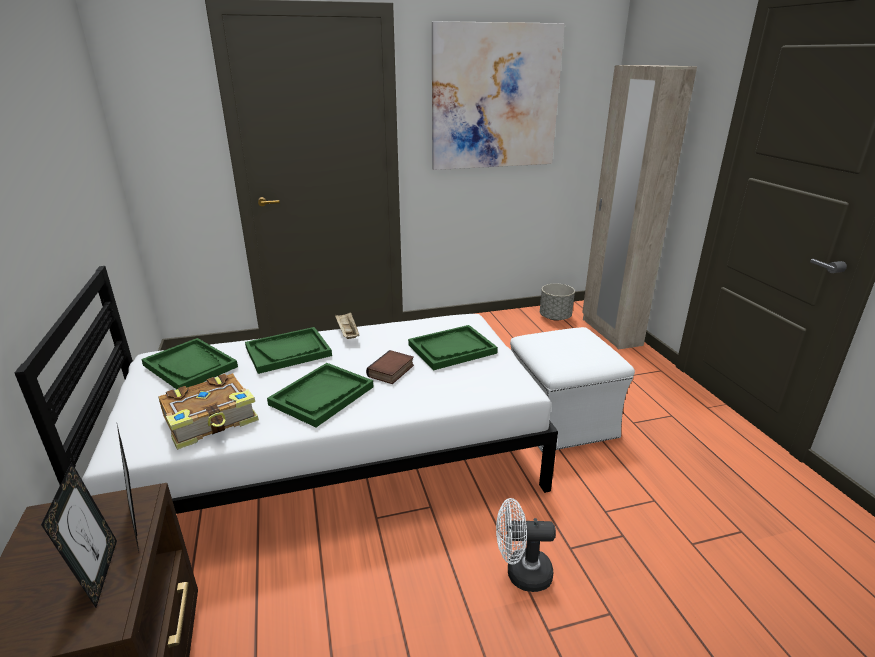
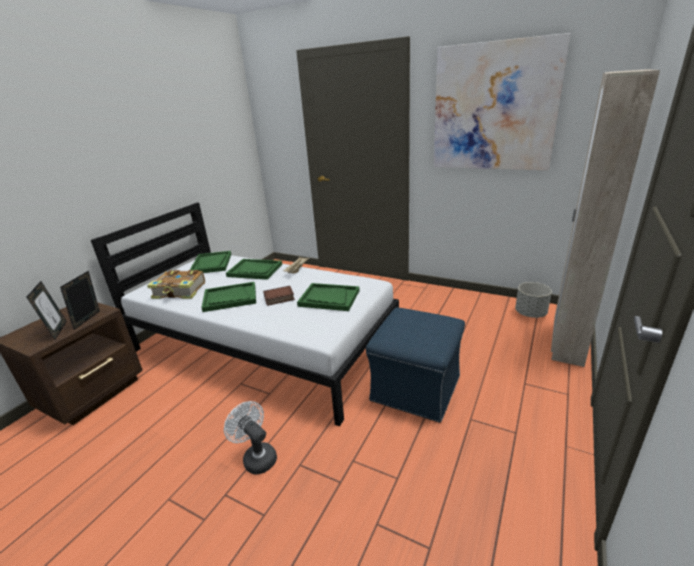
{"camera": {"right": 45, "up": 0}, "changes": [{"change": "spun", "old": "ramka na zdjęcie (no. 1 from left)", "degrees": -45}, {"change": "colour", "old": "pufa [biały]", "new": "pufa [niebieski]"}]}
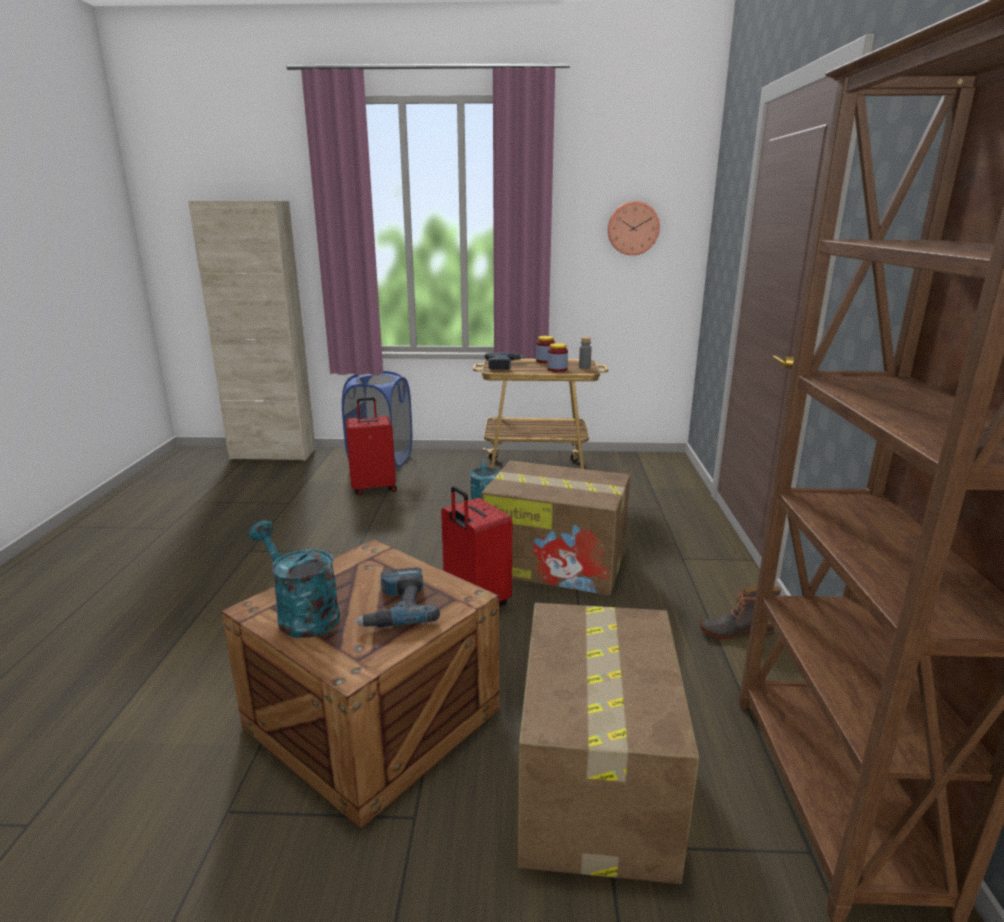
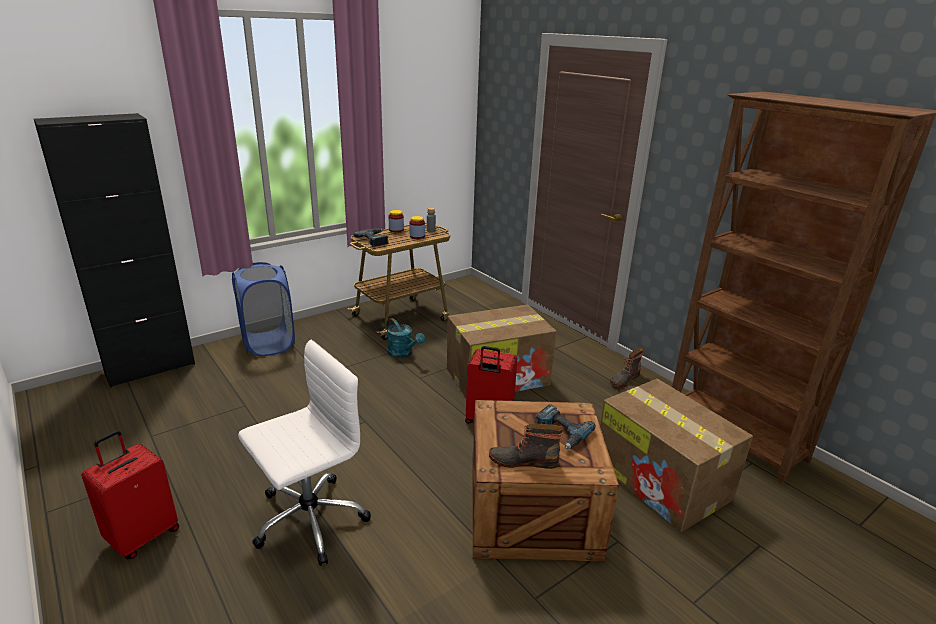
{"camera": {"right": -40, "up": 5}, "changes": [{"change": "colour", "old": "szafka [beżowy]", "new": "szafka [czarny]"}, {"change": "exchanged", "old": "konewka [turkusowy] (no. 1 from left)", "new": "but z cholewką (no. 1 from left)"}, {"change": "relocated", "old": "walizka [czerwony] (no. 1 from left)"}, {"change": "missing", "old": "zegar ścienny"}, {"change": "appeared", "new": "krzesło biurowe [biały]"}]}
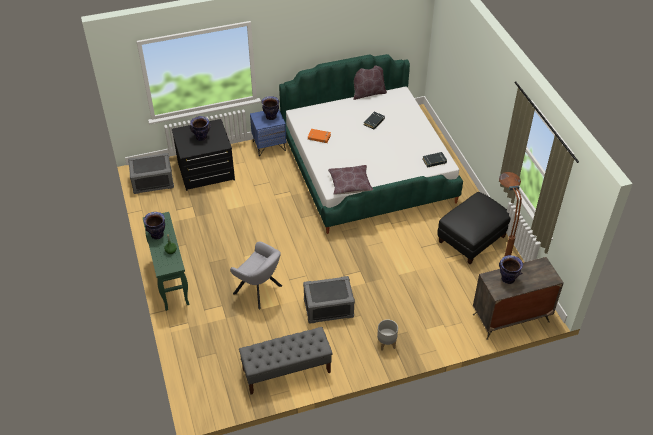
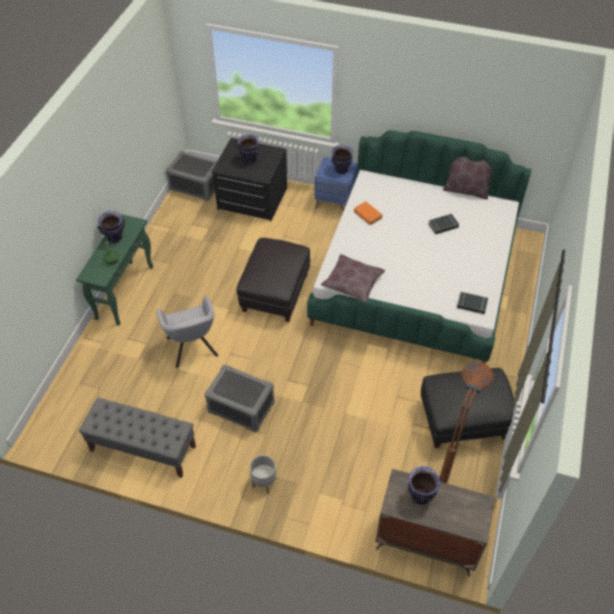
{"camera": {"right": 35, "up": 5}, "changes": [{"change": "appeared", "new": "pufa [czarny] (no. 1 from left)"}]}
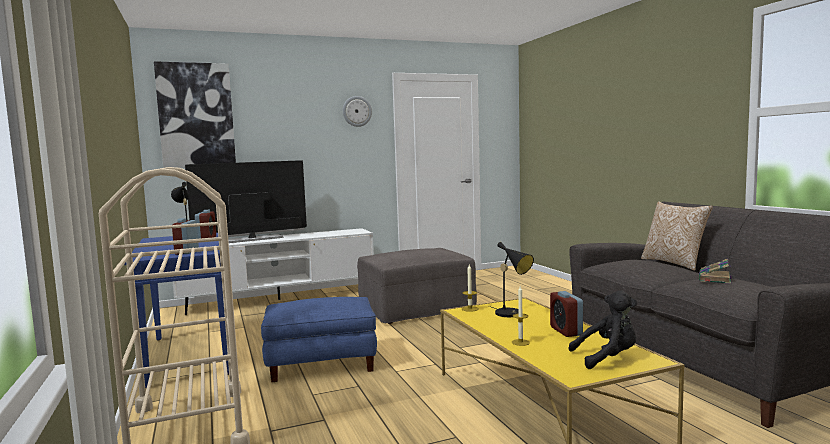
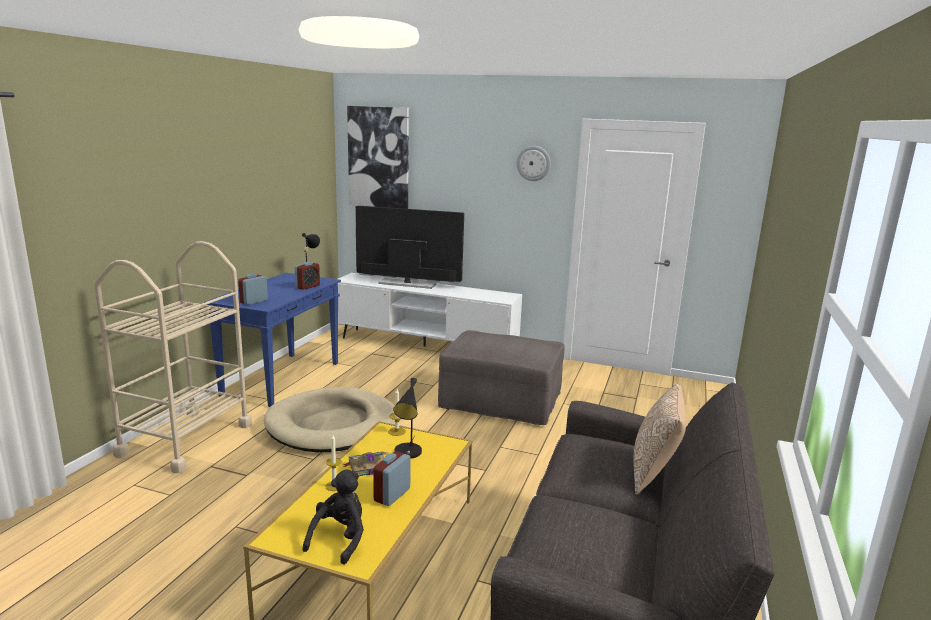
{"camera": {"right": 40, "up": 10}, "changes": [{"change": "exchanged", "old": "pufa [niebieski]", "new": "legowisko [beżowy]"}, {"change": "spun", "old": "pluszak [czarny]", "degrees": -105}, {"change": "relocated", "old": "książka"}]}
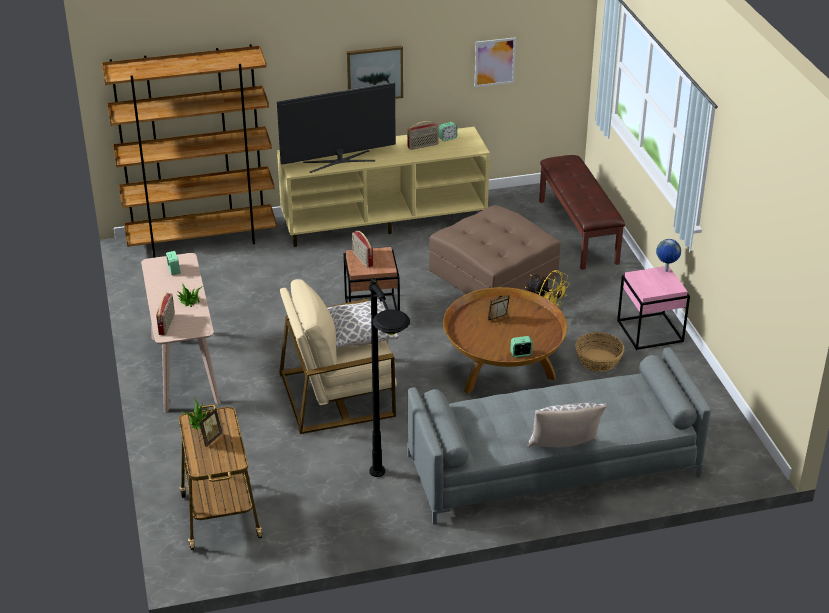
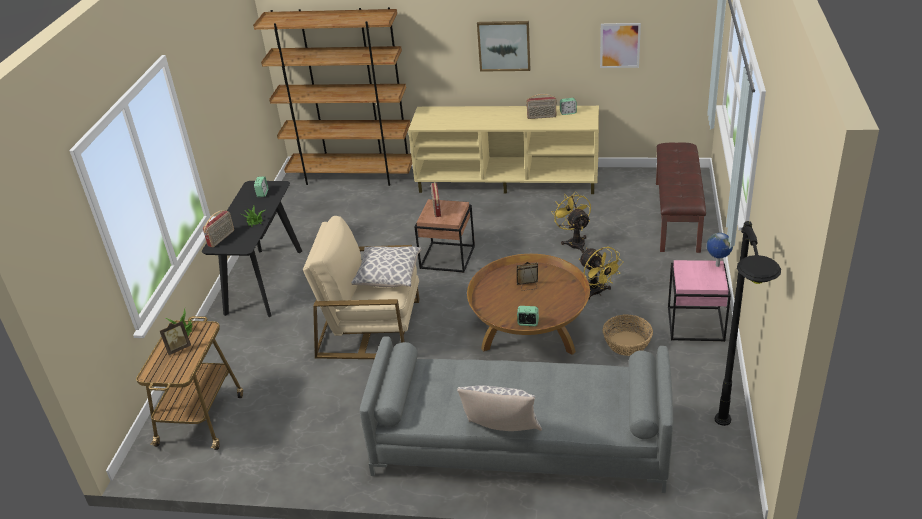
{"camera": {"right": 25, "up": 0}, "changes": [{"change": "colour", "old": "stolik konsolowy [beżowy]", "new": "stolik konsolowy [czarny]"}, {"change": "missing", "old": "telewizor"}, {"change": "relocated", "old": "lampa stojąca [czarny]"}, {"change": "exchanged", "old": "pufa [brązowy]", "new": "wentylator [żółty] (no. 1 from left)"}]}
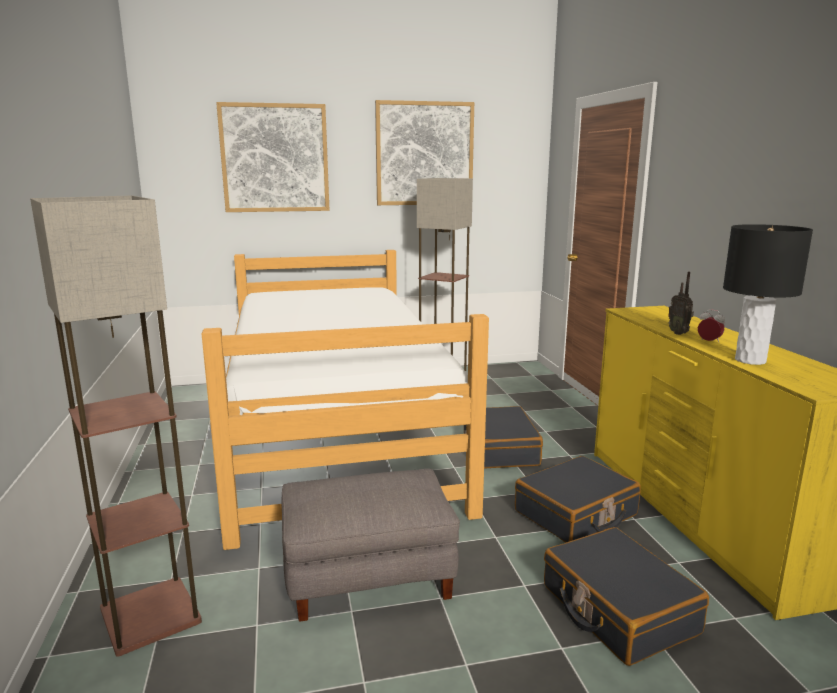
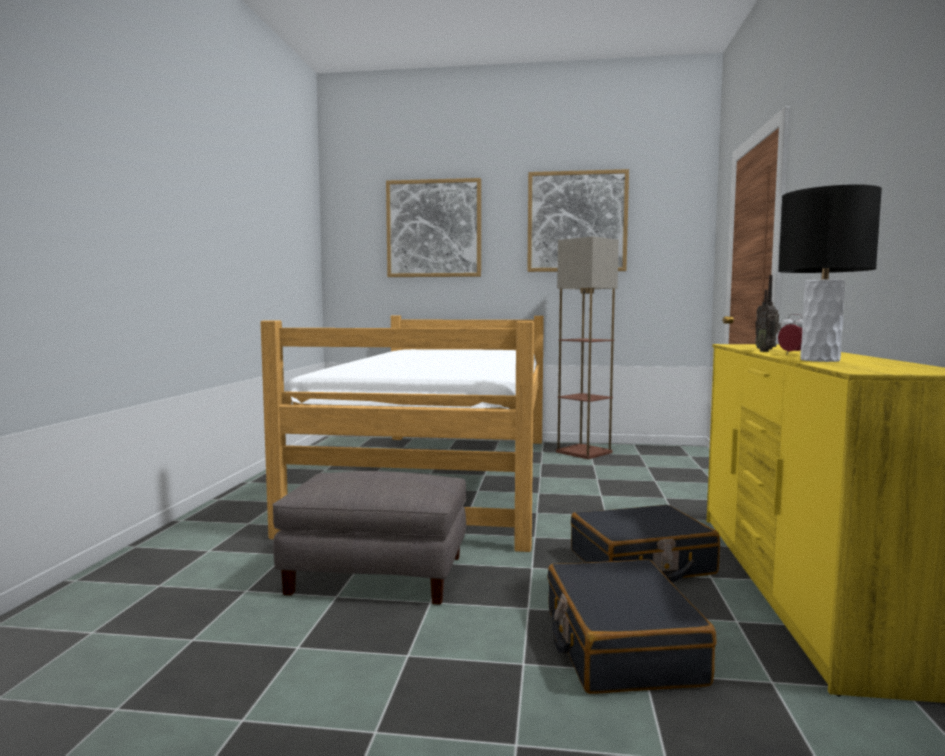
{"camera": {"right": 20, "up": -10}, "changes": [{"change": "missing", "old": "lampa stojąca (no. 1 from left)"}, {"change": "missing", "old": "walizka [czarny] (no. 1 from left)"}]}
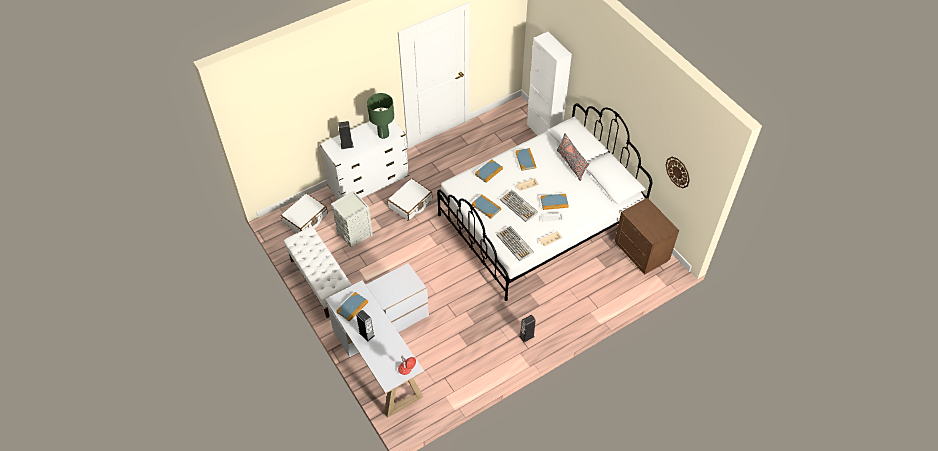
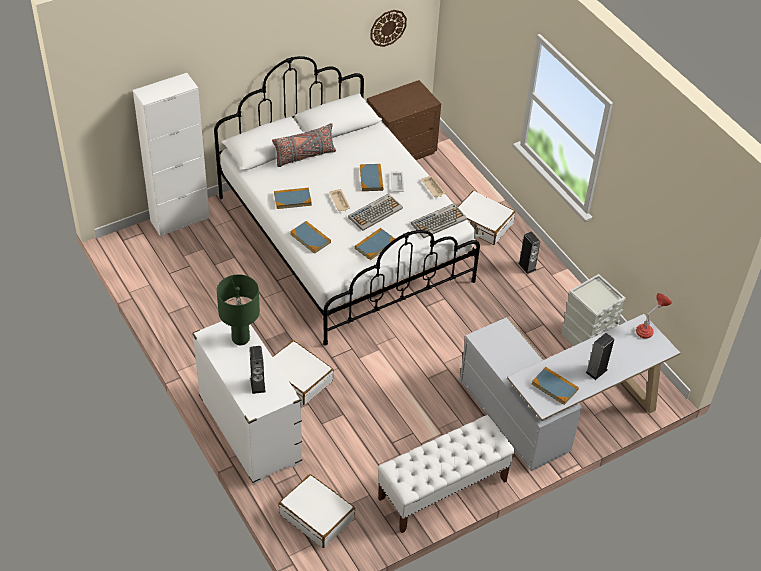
{"camera": {"right": -90, "up": -5}, "changes": [{"change": "relocated", "old": "pojemnik do przechowywania [szary]"}, {"change": "appeared", "new": "walizka [biały] (no. 3 from left)"}]}
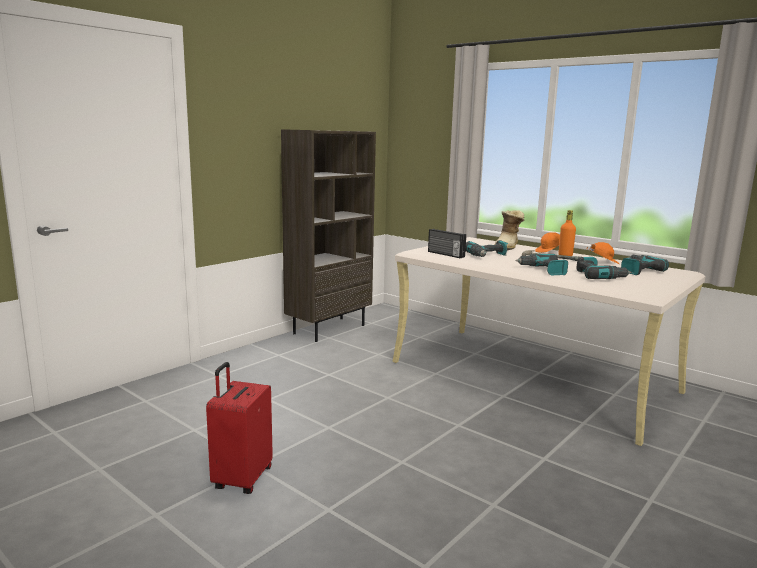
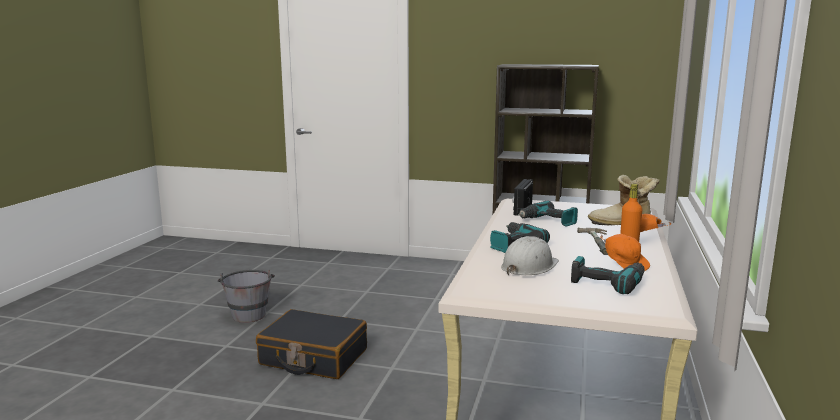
{"camera": {"right": 65, "up": 0}, "changes": [{"change": "exchanged", "old": "walizka [czerwony]", "new": "wiadro [szary]"}, {"change": "exchanged", "old": "wiertarka (no. 3 from left)", "new": "kask [biały]"}, {"change": "appeared", "new": "walizka [czarny]"}]}
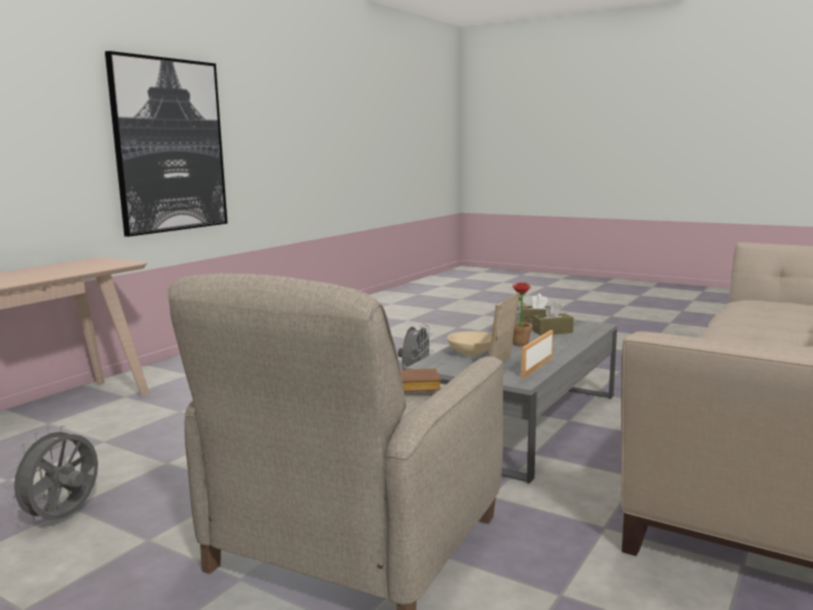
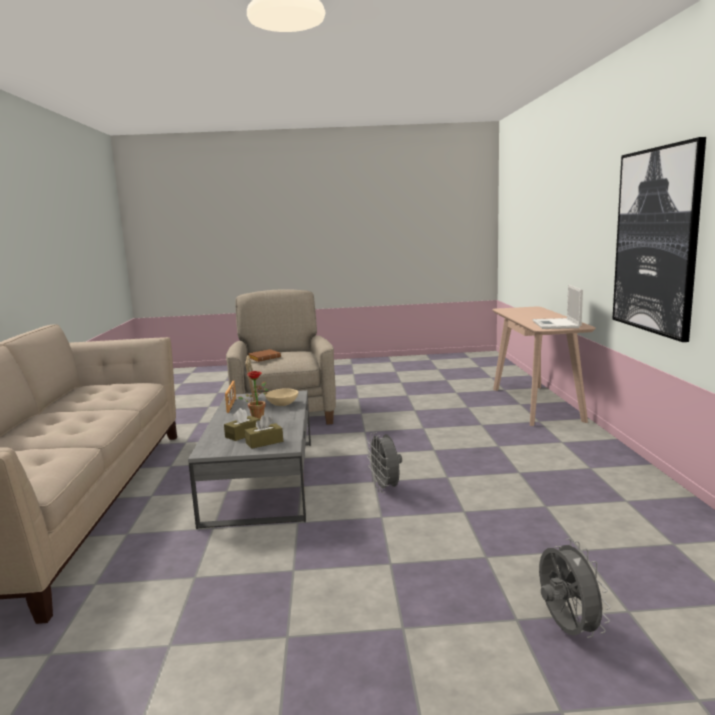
{"camera": {"right": 145, "up": 0}, "changes": [{"change": "relocated", "old": "wentylator [szary] (no. 1 from left in the first image)", "new": "wentylator [szary] (no. 2 from left)"}, {"change": "appeared", "new": "laptop"}]}
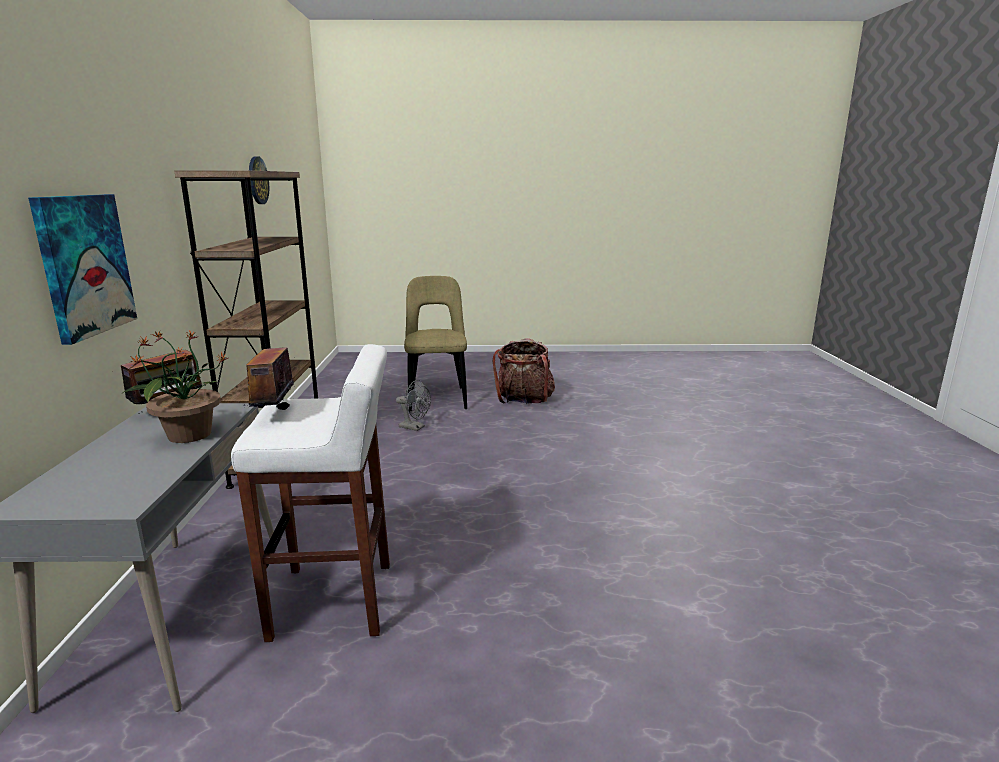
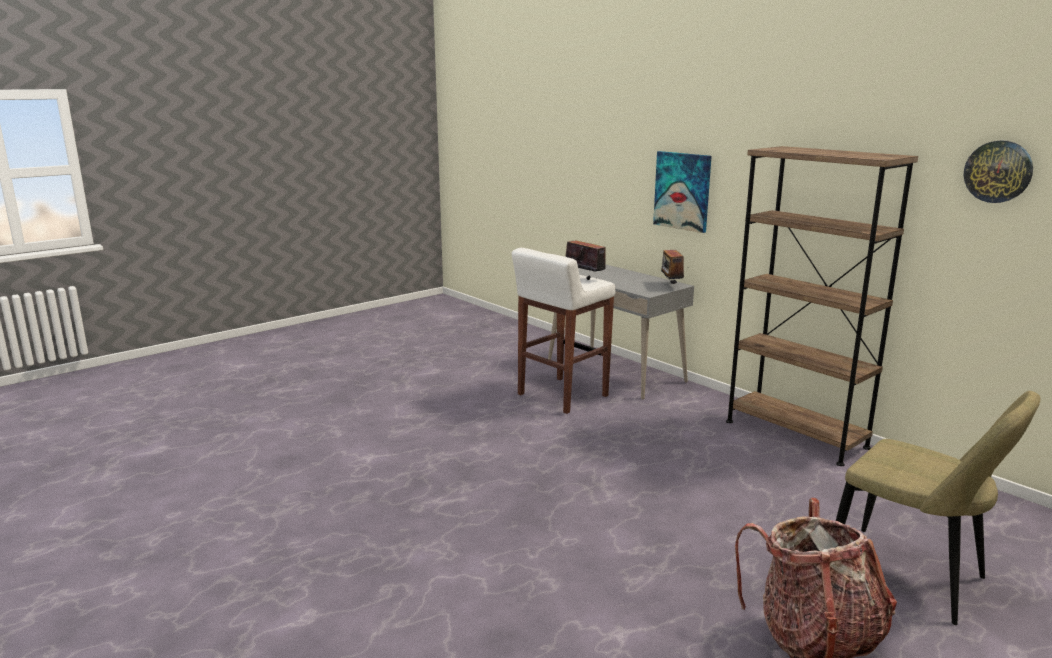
{"camera": {"right": 140, "up": 0}, "changes": [{"change": "missing", "old": "roślina doniczkowa"}, {"change": "missing", "old": "wentylator [szary]"}]}
